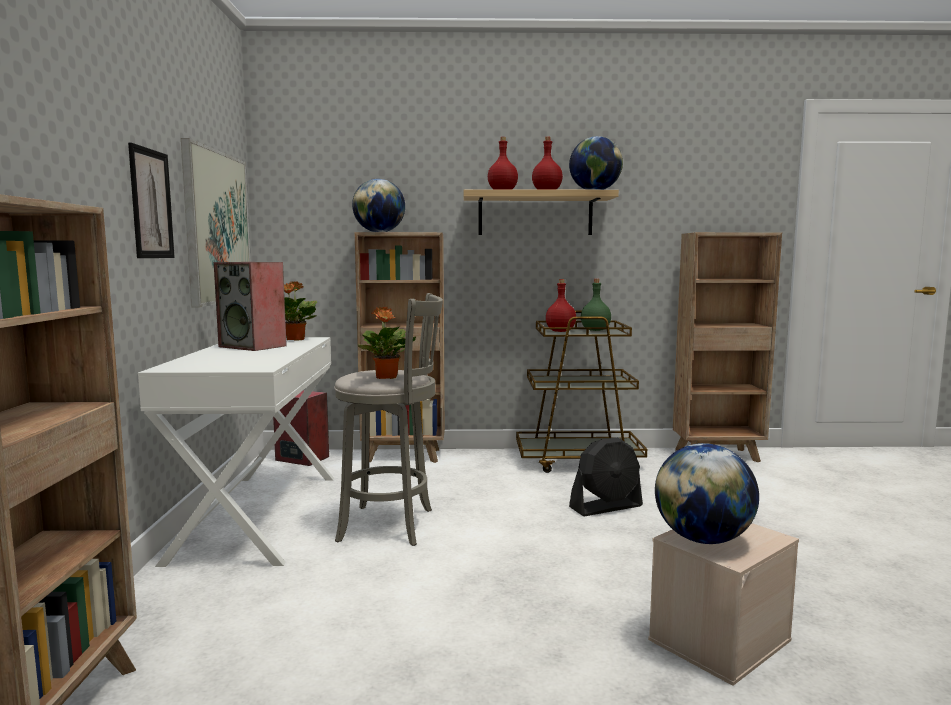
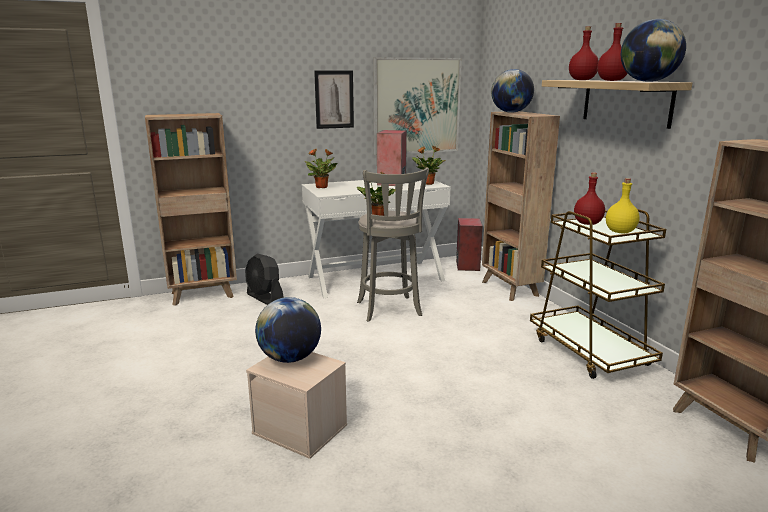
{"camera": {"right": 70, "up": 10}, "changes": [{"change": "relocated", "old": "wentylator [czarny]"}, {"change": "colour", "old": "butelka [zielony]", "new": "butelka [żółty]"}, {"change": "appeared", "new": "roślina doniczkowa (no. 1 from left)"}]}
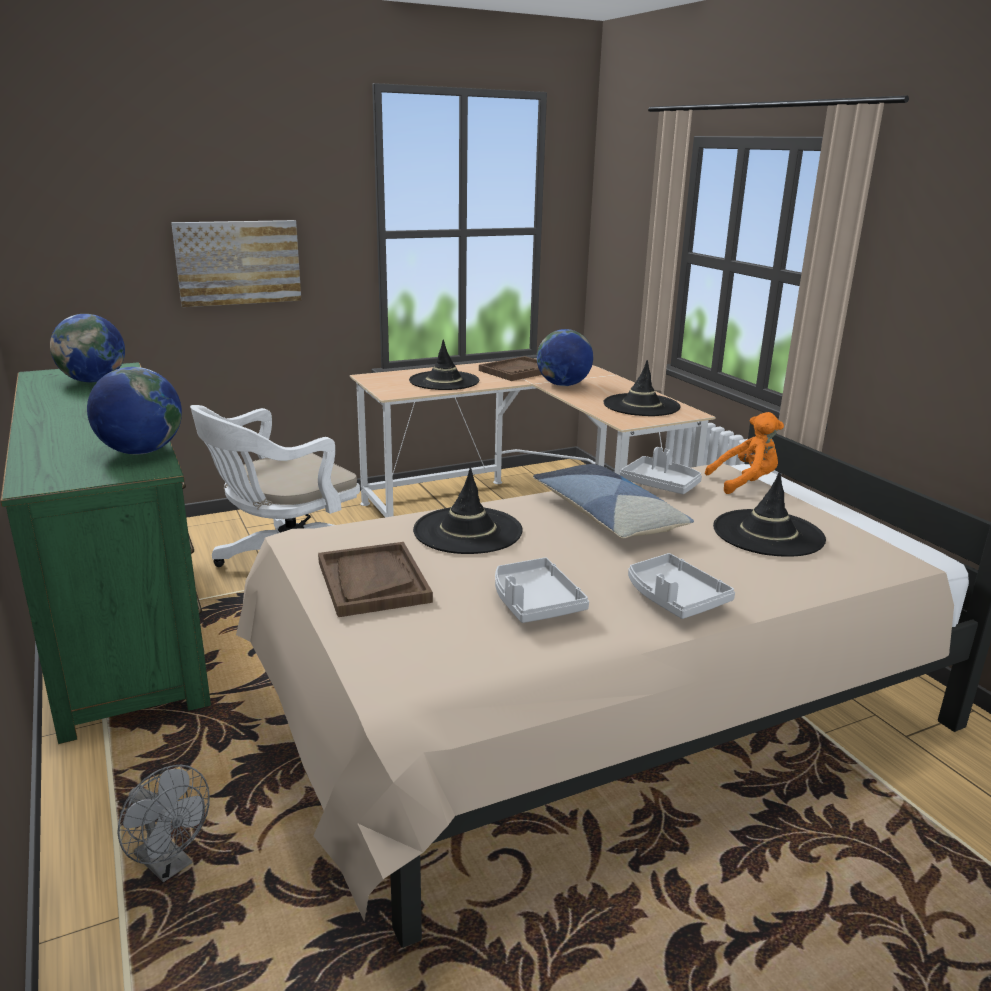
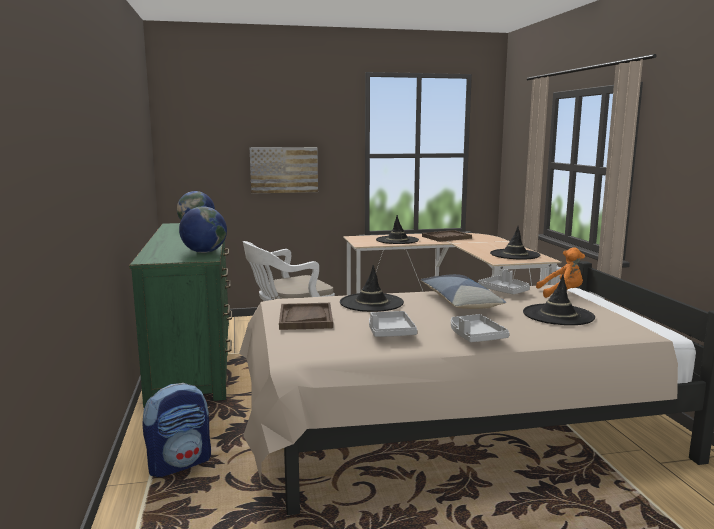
{"camera": {"right": 15, "up": -10}, "changes": [{"change": "exchanged", "old": "wentylator [szary]", "new": "plecak"}, {"change": "missing", "old": "globus (no. 3 from left)"}]}
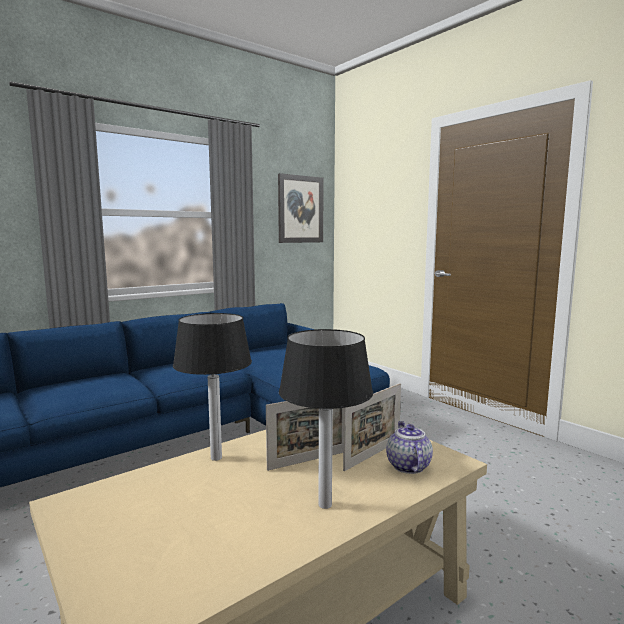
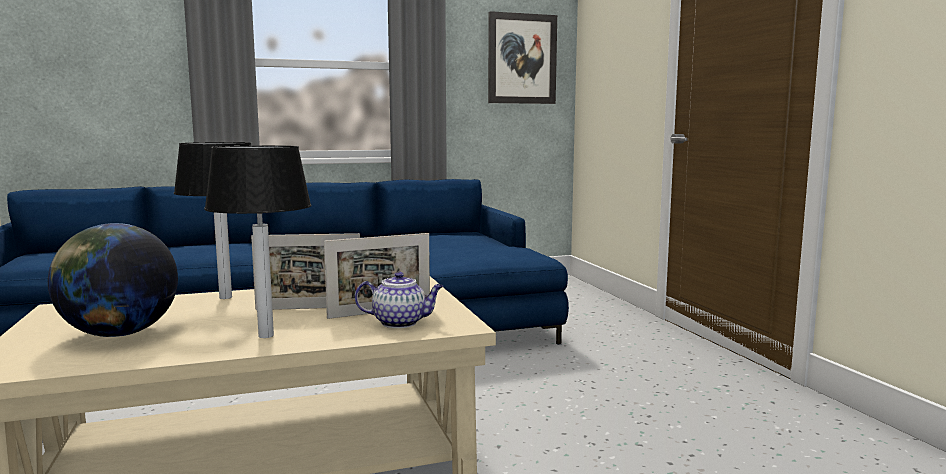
{"camera": {"right": 20, "up": 0}, "changes": [{"change": "spun", "old": "imbryk", "degrees": 75}, {"change": "appeared", "new": "globus"}]}
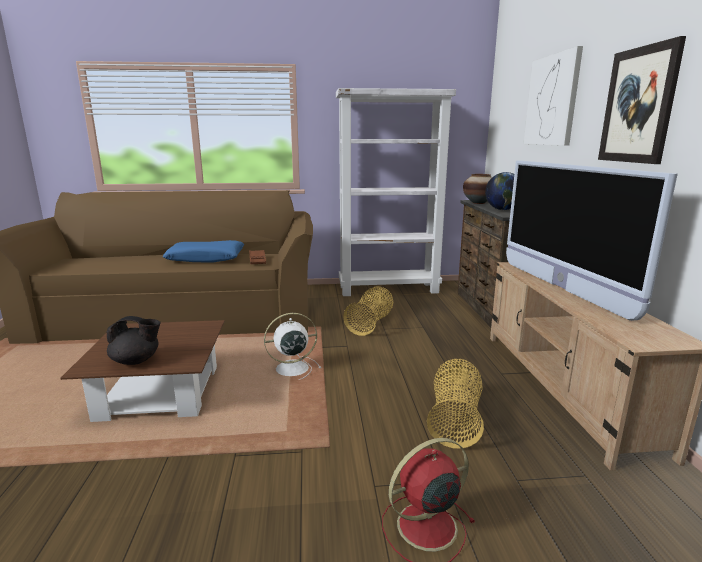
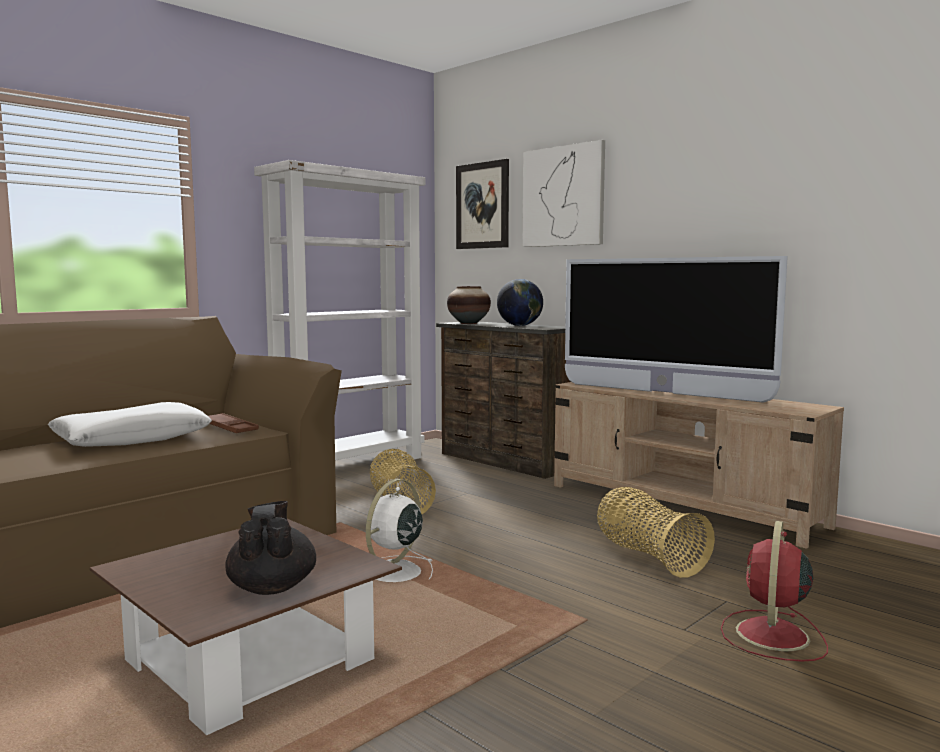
{"camera": {"right": -40, "up": -10}, "changes": [{"change": "spun", "old": "imbryk [czarny]", "degrees": -60}, {"change": "colour", "old": "poduszka [niebieski]", "new": "poduszka [biały]"}, {"change": "relocated", "old": "obraz (no. 2 from left in the first image)", "new": "obraz (no. 1 from left)"}]}
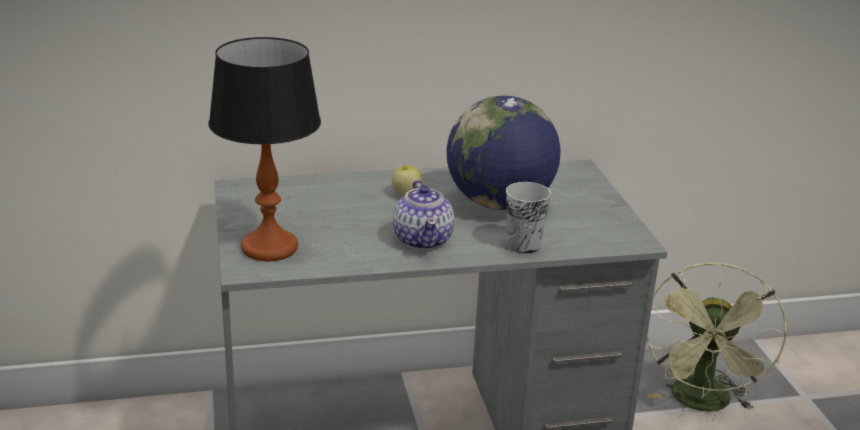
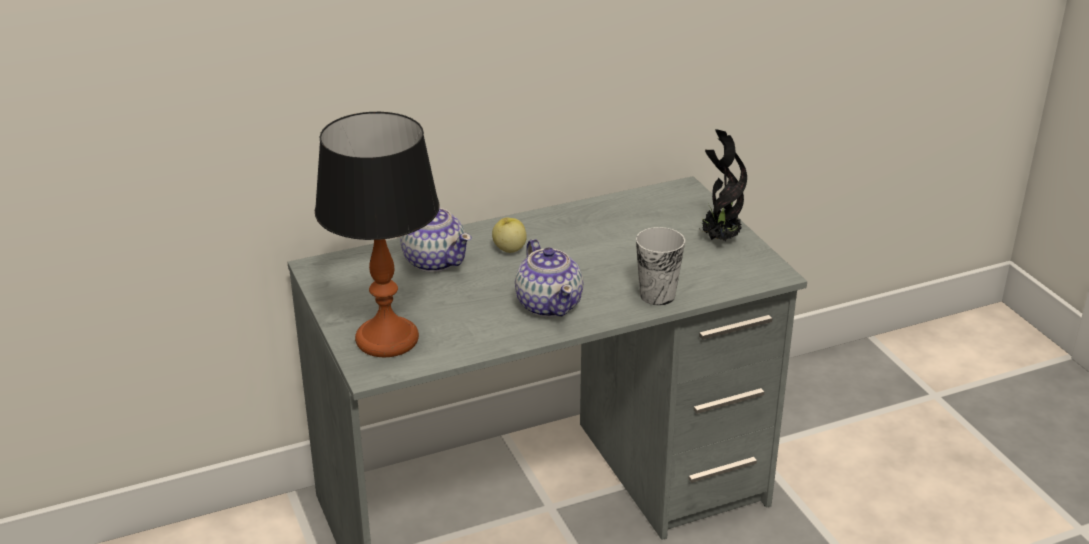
{"camera": {"right": -10, "up": 5}, "changes": [{"change": "missing", "old": "globus"}, {"change": "missing", "old": "wentylator [zielony]"}, {"change": "appeared", "new": "imbryk (no. 1 from left)"}, {"change": "appeared", "new": "roślina doniczkowa"}]}
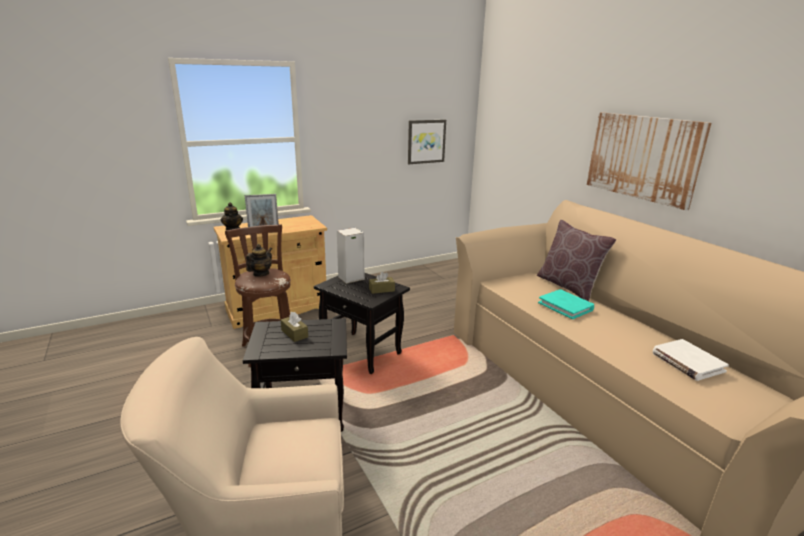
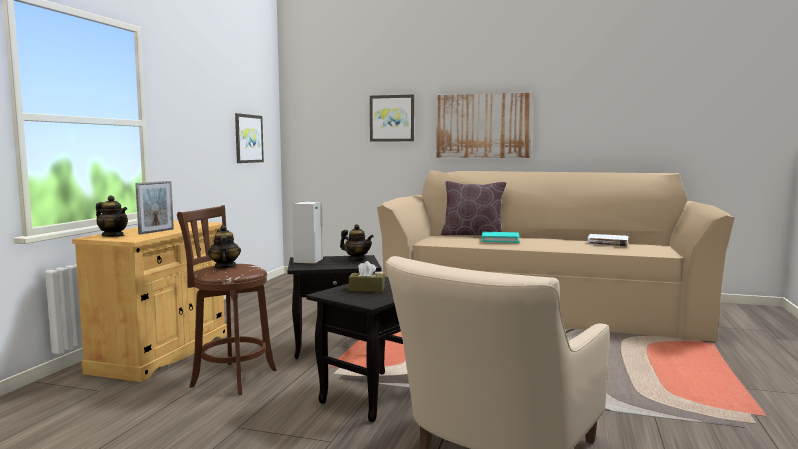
{"camera": {"right": -45, "up": -15}, "changes": [{"change": "exchanged", "old": "pudełko chusteczek [brązowy] (no. 2 from left)", "new": "imbryk (no. 3 from left)"}, {"change": "appeared", "new": "obraz (no. 2 from left)"}]}
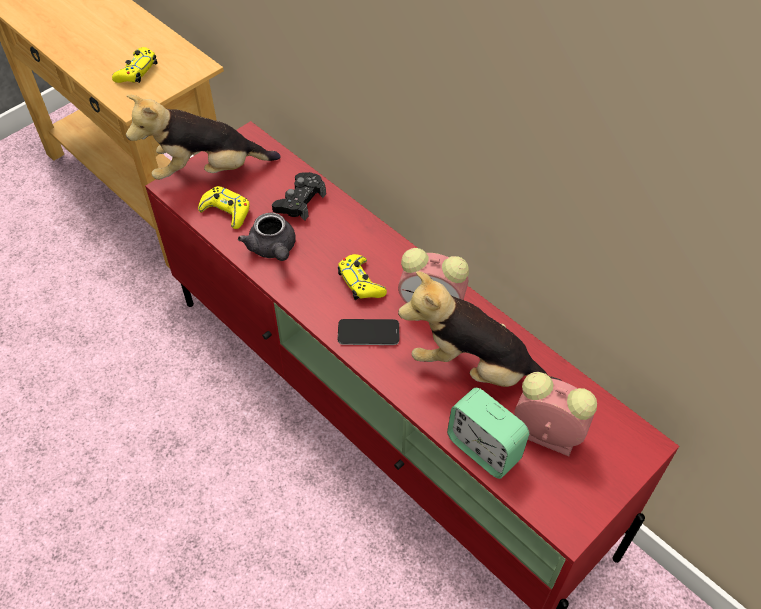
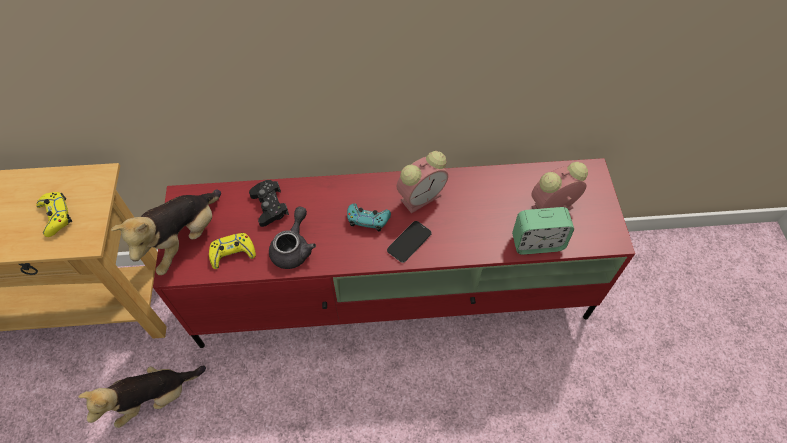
{"camera": {"right": -50, "up": 5}, "changes": [{"change": "spun", "old": "imbryk [szary]", "degrees": -90}, {"change": "colour", "old": "pad do gier [żółty] (no. 3 from left)", "new": "pad do gier [turkusowy]"}, {"change": "relocated", "old": "pluszak (no. 2 from left in the first image)", "new": "pluszak (no. 1 from left)"}]}
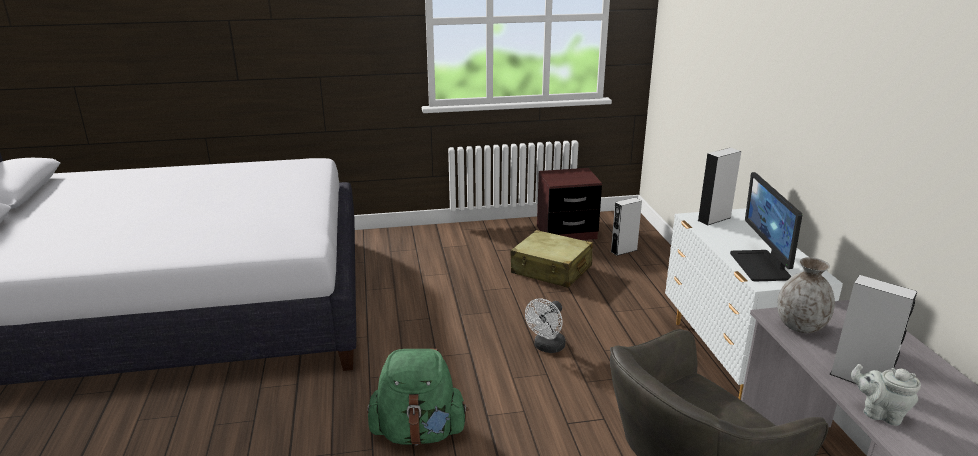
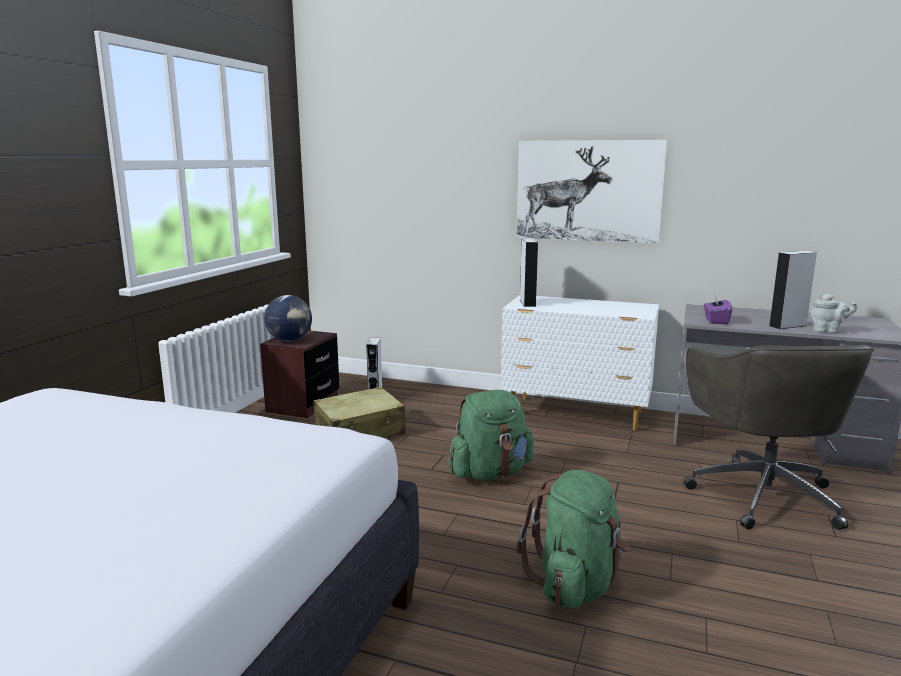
{"camera": {"right": -60, "up": -10}, "changes": [{"change": "exchanged", "old": "wentylator [biały]", "new": "plecak [zielony] (no. 1 from left)"}, {"change": "missing", "old": "monitor"}, {"change": "exchanged", "old": "wazon [szary]", "new": "pudełko chusteczek [fioletowy]"}, {"change": "spun", "old": "imbryk [szary]", "degrees": -135}, {"change": "appeared", "new": "globus"}, {"change": "appeared", "new": "obraz"}]}
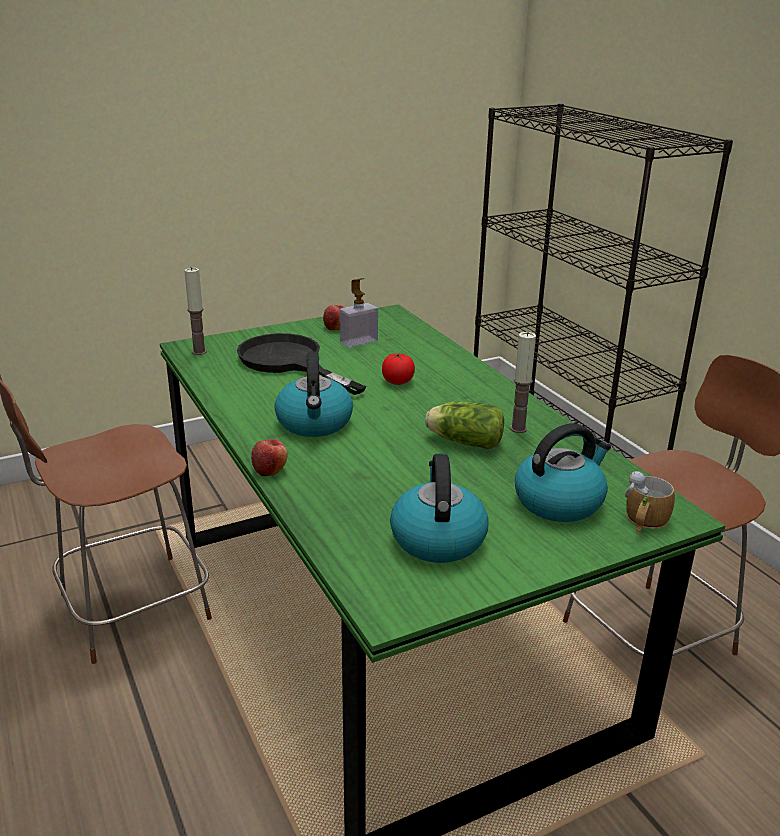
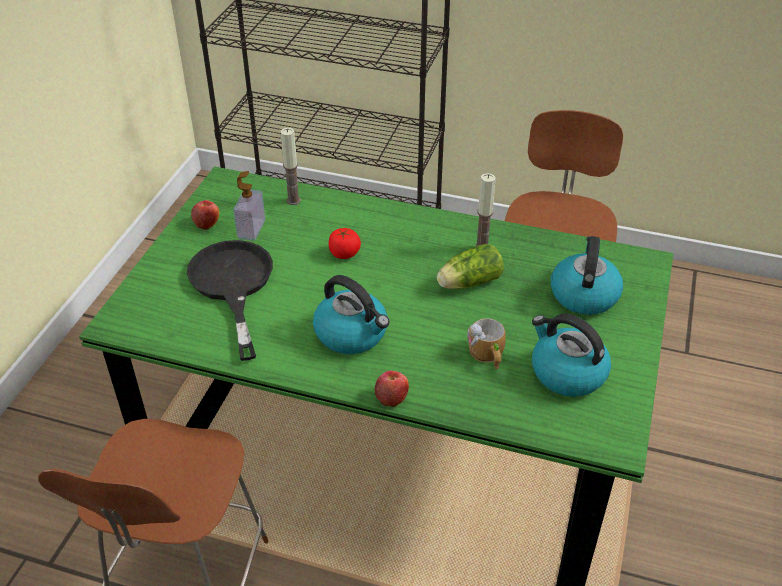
{"camera": {"right": -45, "up": 15}, "changes": [{"change": "relocated", "old": "świeca (no. 1 from left)"}, {"change": "spun", "old": "patelnia [czarny]", "degrees": 75}, {"change": "relocated", "old": "kubek"}]}
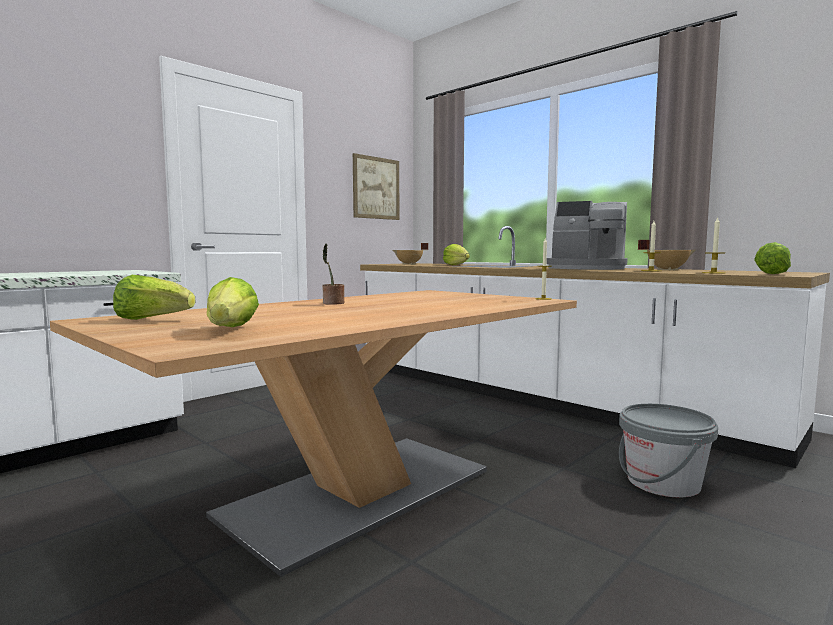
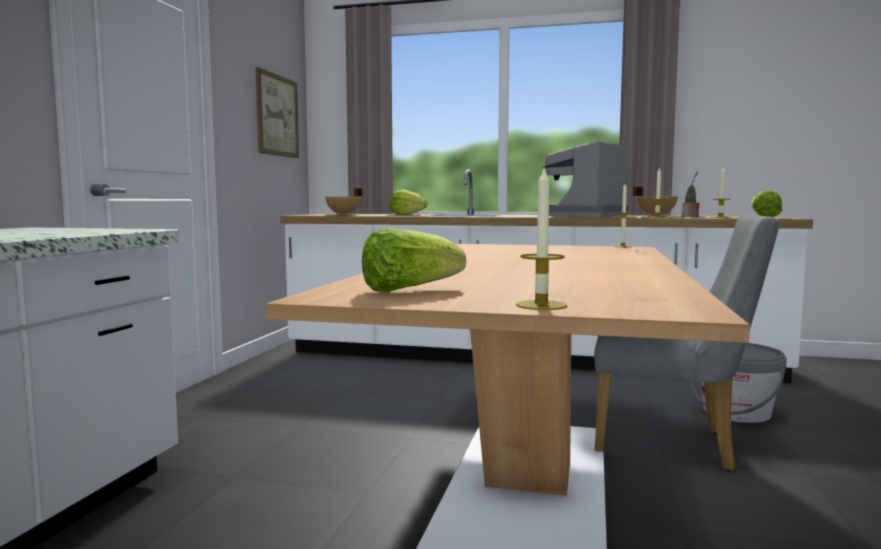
{"camera": {"right": -30, "up": 0}, "changes": [{"change": "missing", "old": "sałata (no. 2 from left)"}, {"change": "relocated", "old": "roślina doniczkowa"}, {"change": "spun", "old": "ekspres do kawy", "degrees": 135}, {"change": "appeared", "new": "świeca (no. 1 from left)"}, {"change": "appeared", "new": "krzesło [szary]"}]}
